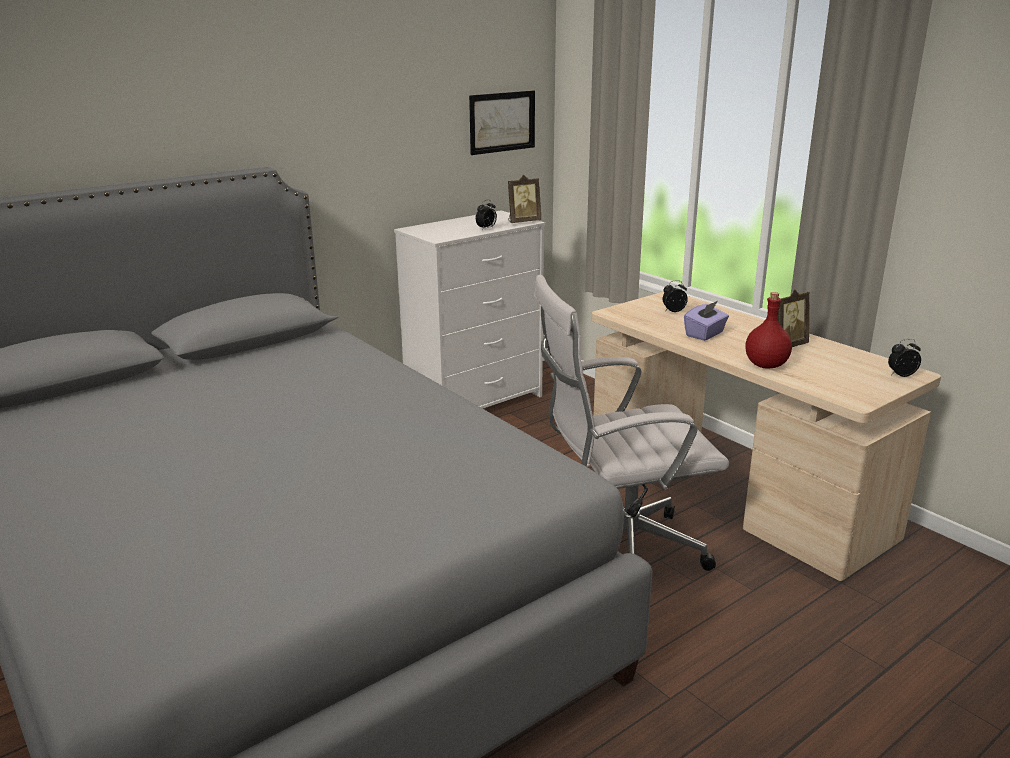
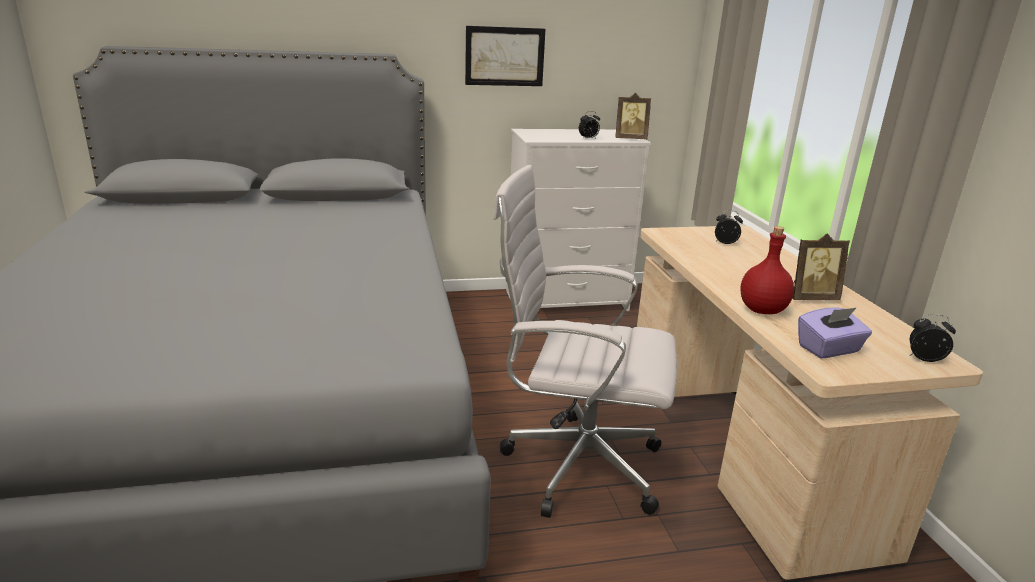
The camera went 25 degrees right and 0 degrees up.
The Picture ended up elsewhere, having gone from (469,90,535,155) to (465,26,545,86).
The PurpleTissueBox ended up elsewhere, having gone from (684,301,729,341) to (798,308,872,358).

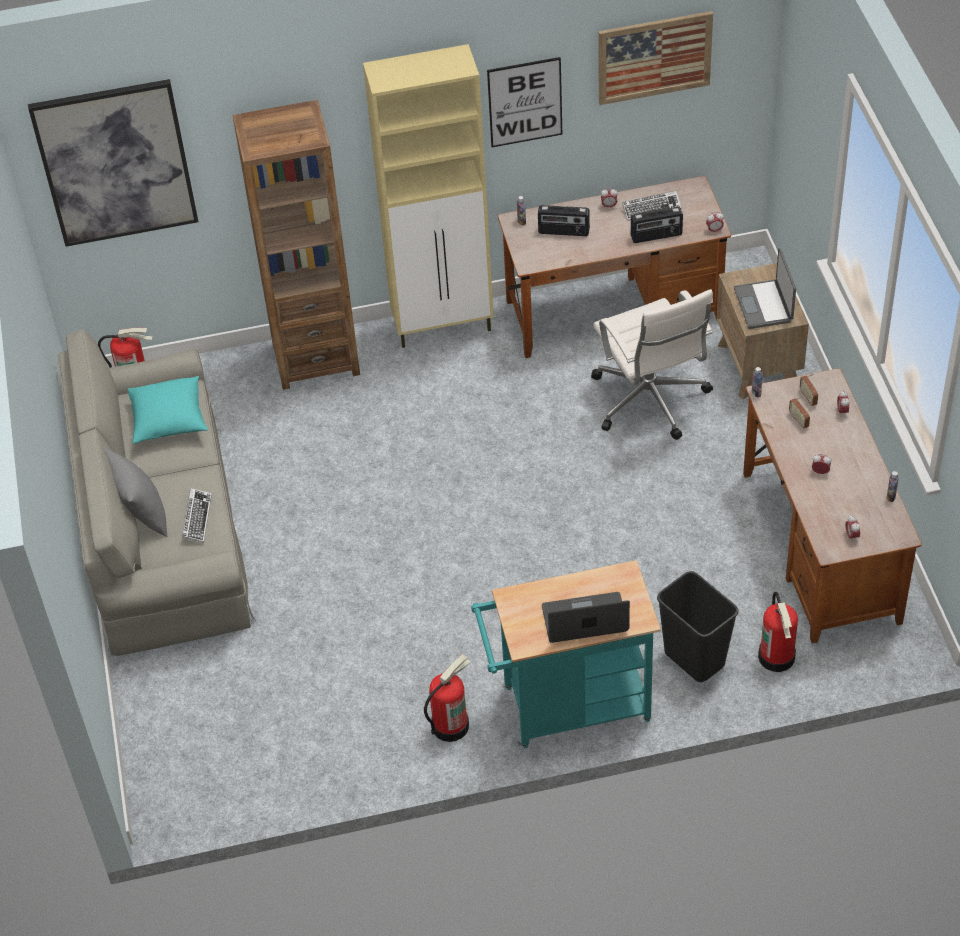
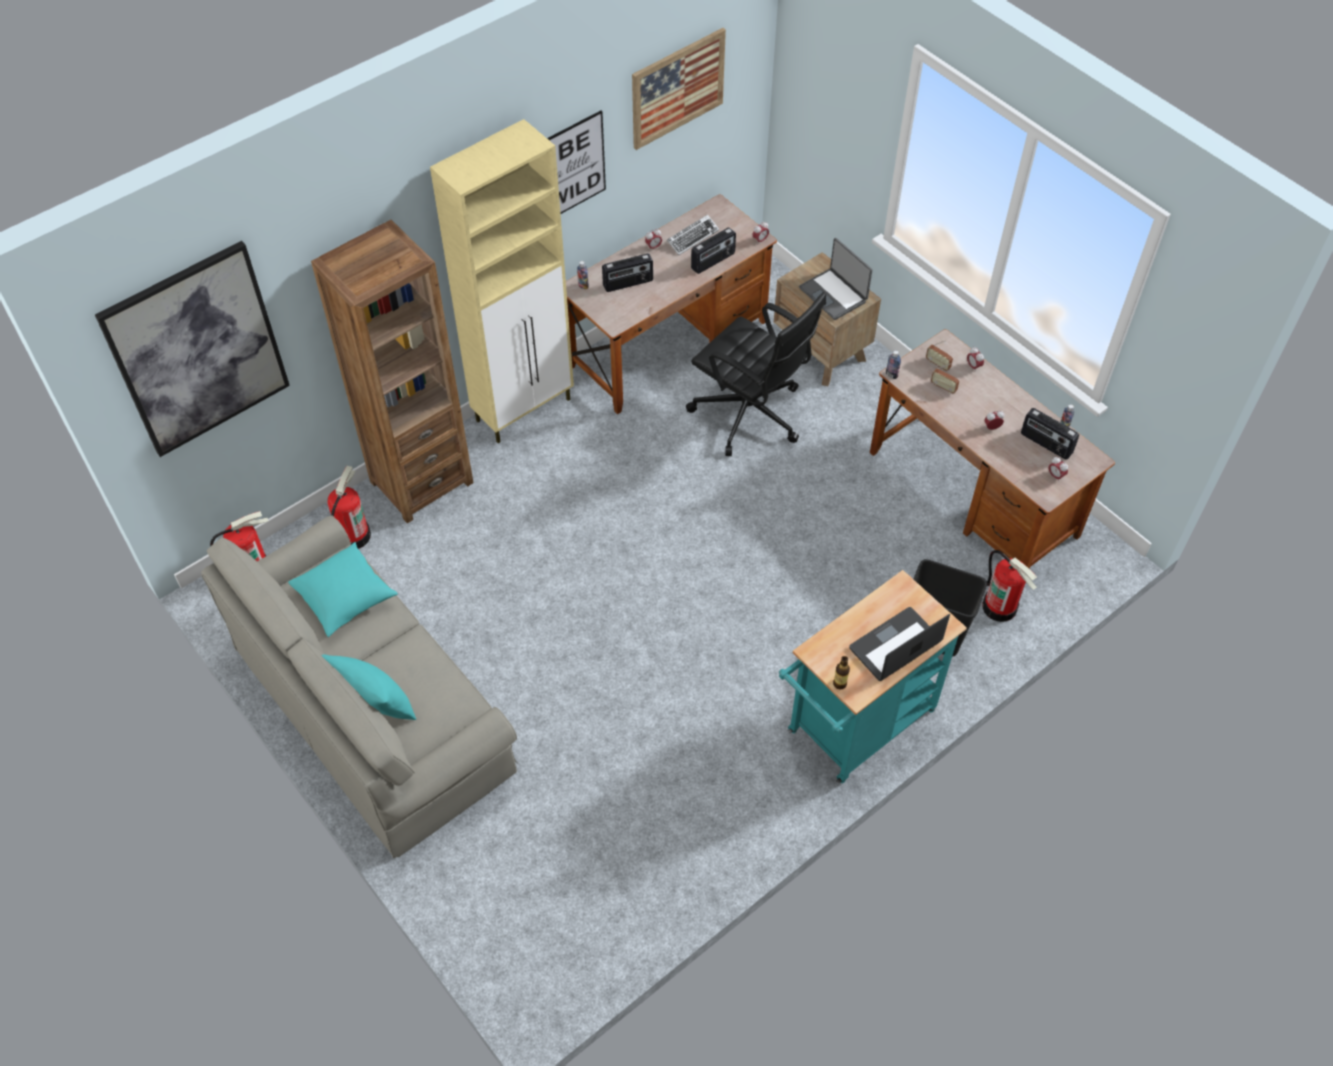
The camera went 30 degrees left and 5 degrees up.
What was the WhiteOfficeChair at (591,289,713,440) turned into the BlackOfficeChair at (686,292,826,456).
What was the GreyPillow at (104,447,167,537) turned into the TurquoisePillow at (322,654,416,720).
The second view lost the Keyboard at (182,488,212,543).
The FireExtinguisher ended up elsewhere, having gone from (424,654,470,742) to (327,466,371,549).
The second view gained the Radio at (1021,408,1079,460).
The second view gained the Bottle at (833,656,850,689).

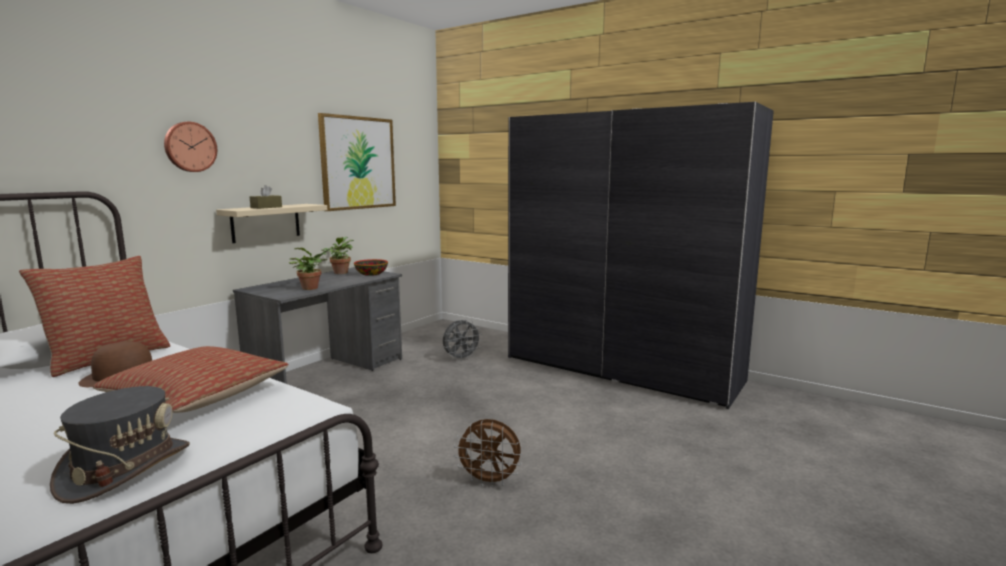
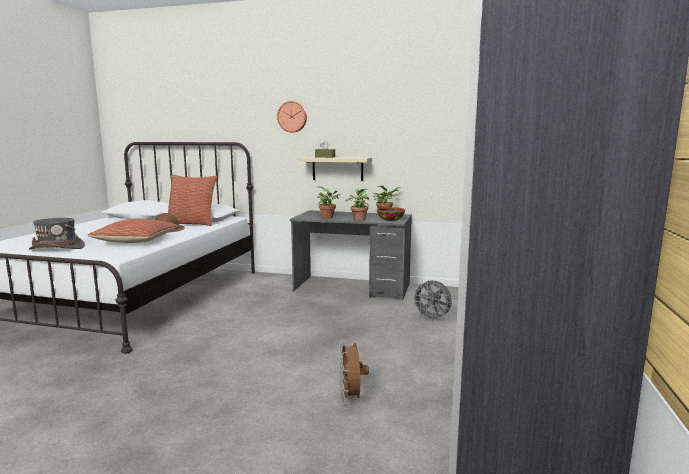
The camera went 70 degrees right and 0 degrees up.
The second view lost the Picture at (318,113,396,211).
The BrownFan ended up elsewhere, having gone from (454,419,522,487) to (338,340,369,403).
The second view gained the PottedPlant at (345,188,369,221).

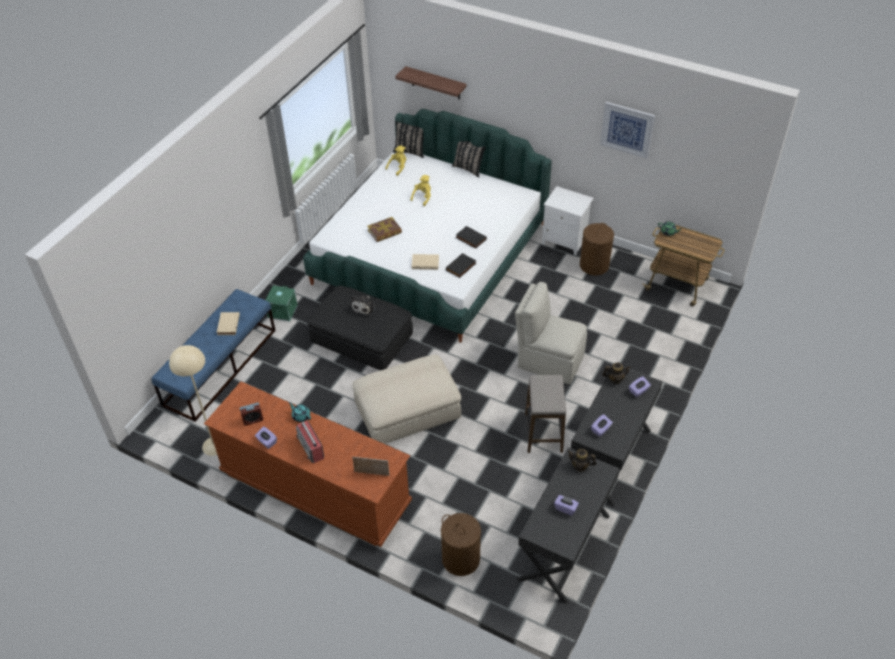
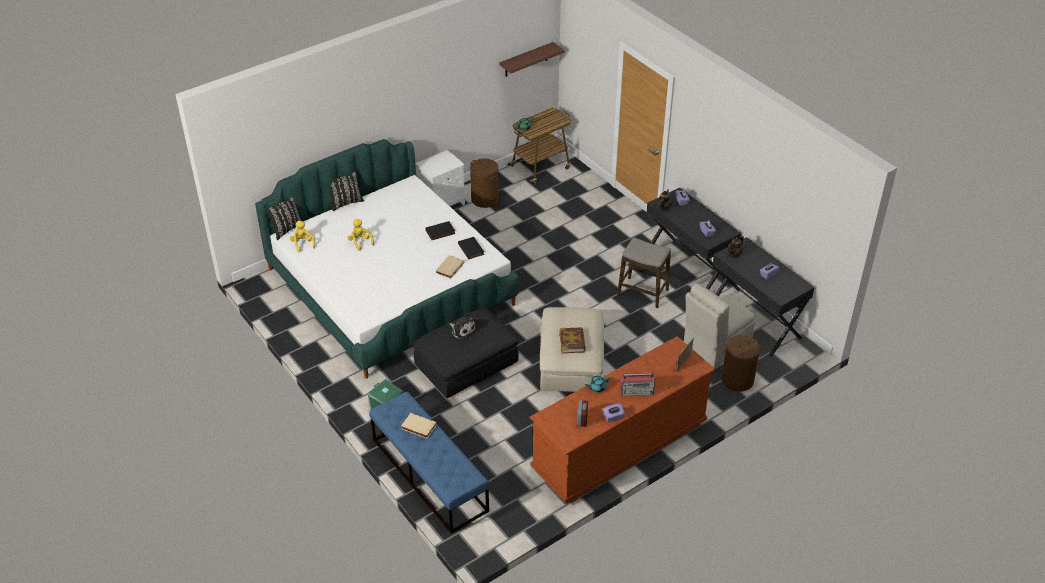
The camera went 65 degrees left and 5 degrees down.
The Shelf ended up elsewhere, having gone from (395,66,467,100) to (500,42,564,77).
The second view lost the Picture at (600,102,655,159).
The Book ended up elsewhere, having gone from (367,217,402,242) to (559,327,586,354).
The BeigeChair ended up elsewhere, having gone from (515,282,587,385) to (684,284,755,369).
The second view lost the BeigeFloorLamp at (169,345,217,456).

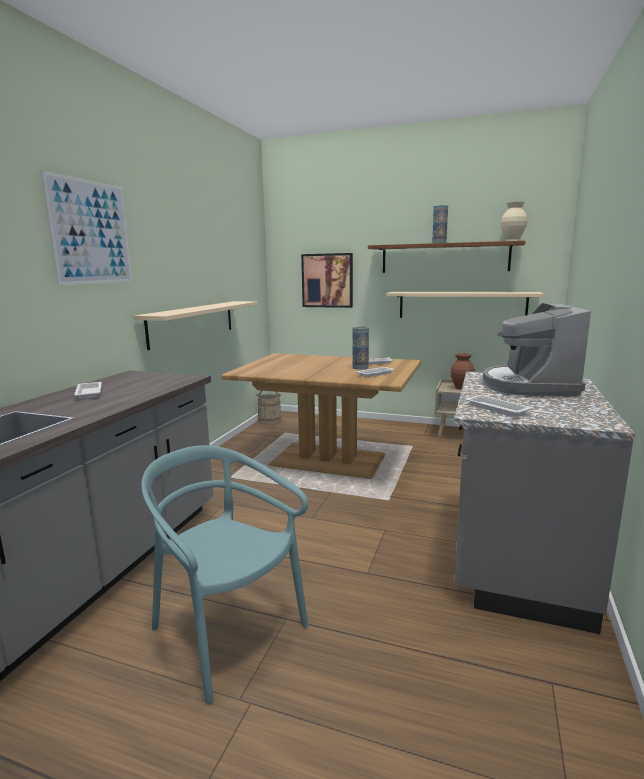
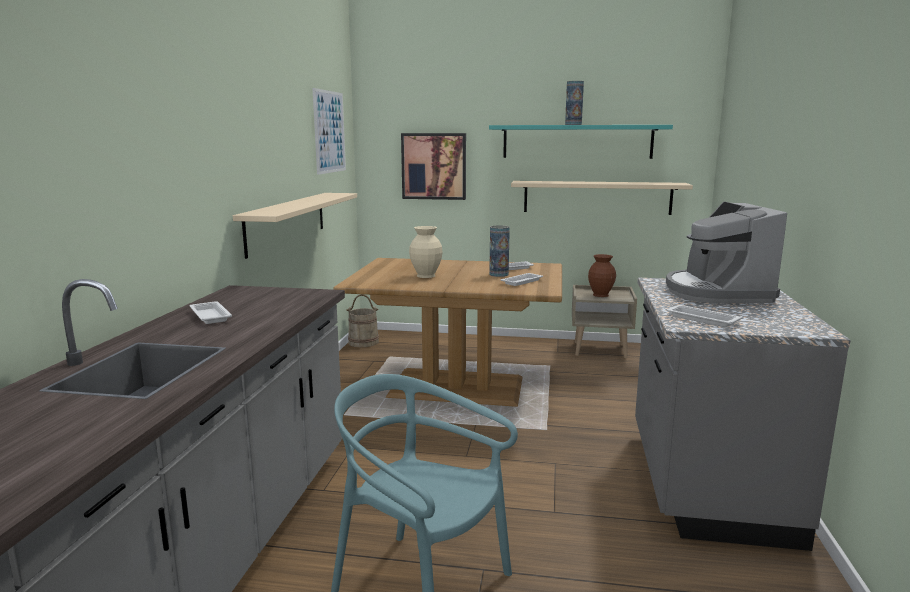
The camera went 10 degrees left and 0 degrees up.
The Picture ended up elsewhere, having gone from (40,170,133,286) to (312,88,346,175).
The BeigeVase ended up elsewhere, having gone from (501,202,527,241) to (409,226,443,278).
What was the BrownShelf at (368,240,525,273) turned into the TurquoiseShelf at (489,125,673,159).

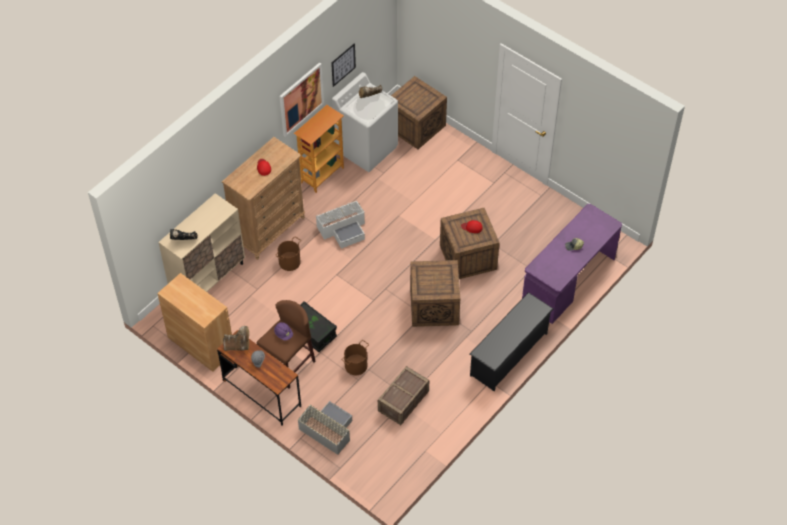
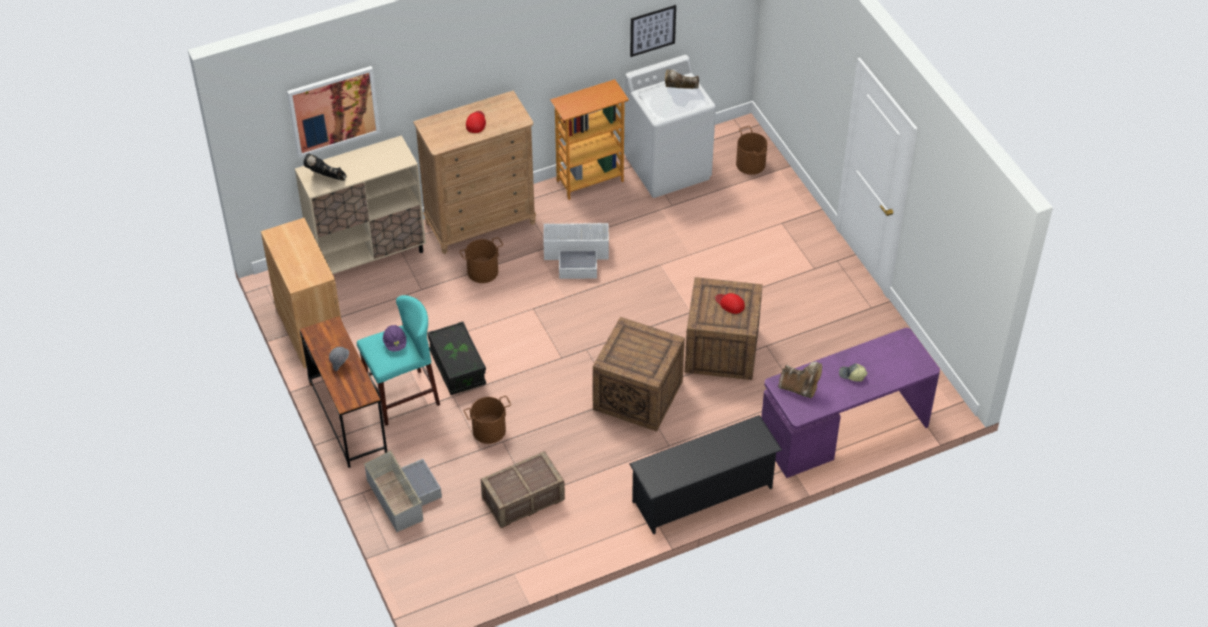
The camera went 25 degrees right and 5 degrees down.
The Picture ended up elsewhere, having gone from (279,62,324,137) to (287,66,380,158).
Where the Crate stood at (391,76,447,149), the BrownBucket came to stand at (736,126,767,175).
What was the BrownStool at (257,300,316,388) turned into the TurquoiseStool at (357,295,440,426).
The BrownBoot ended up elsewhere, having gone from (223,326,249,351) to (778,362,822,398).

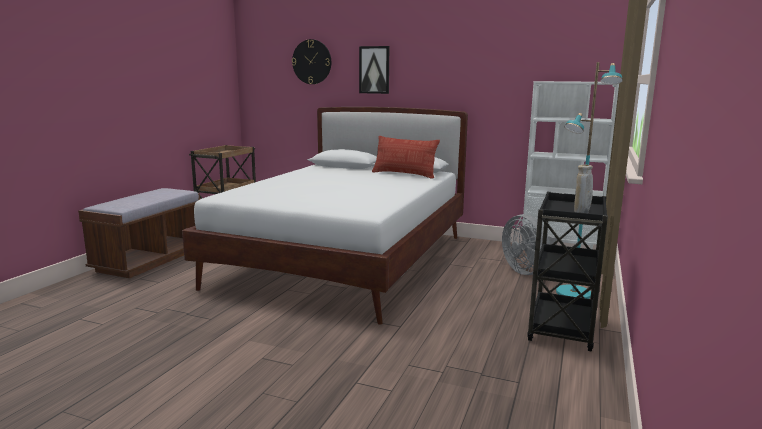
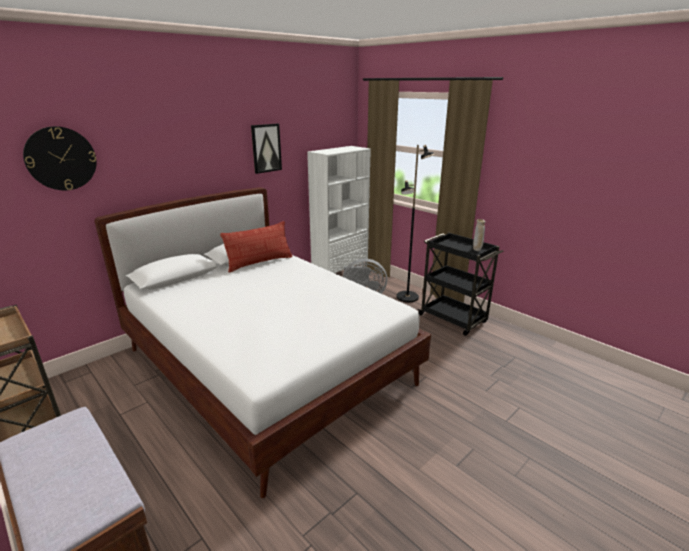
The camera went 65 degrees left and 10 degrees up.
The Picture ended up elsewhere, having gone from (359,46,389,94) to (251,123,282,174).
What was the TurquoiseFloorLamp at (556,62,623,299) turned into the BlackFloorLamp at (396,145,434,302).

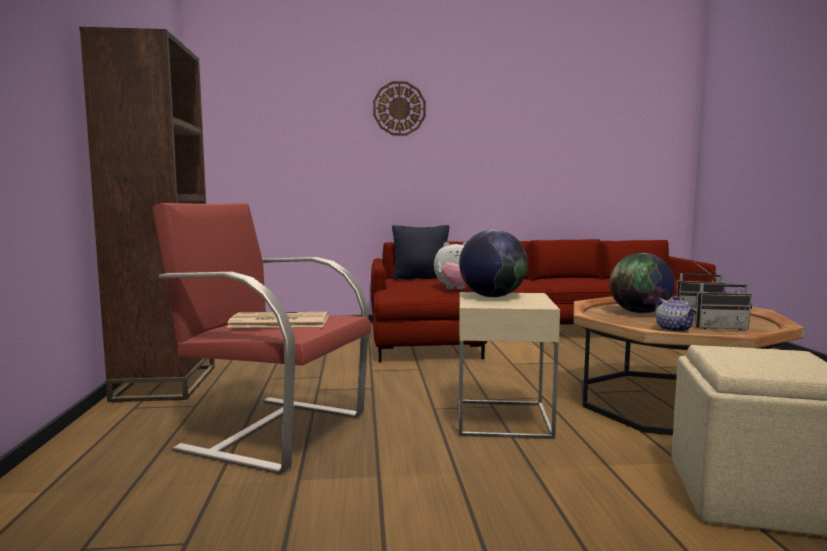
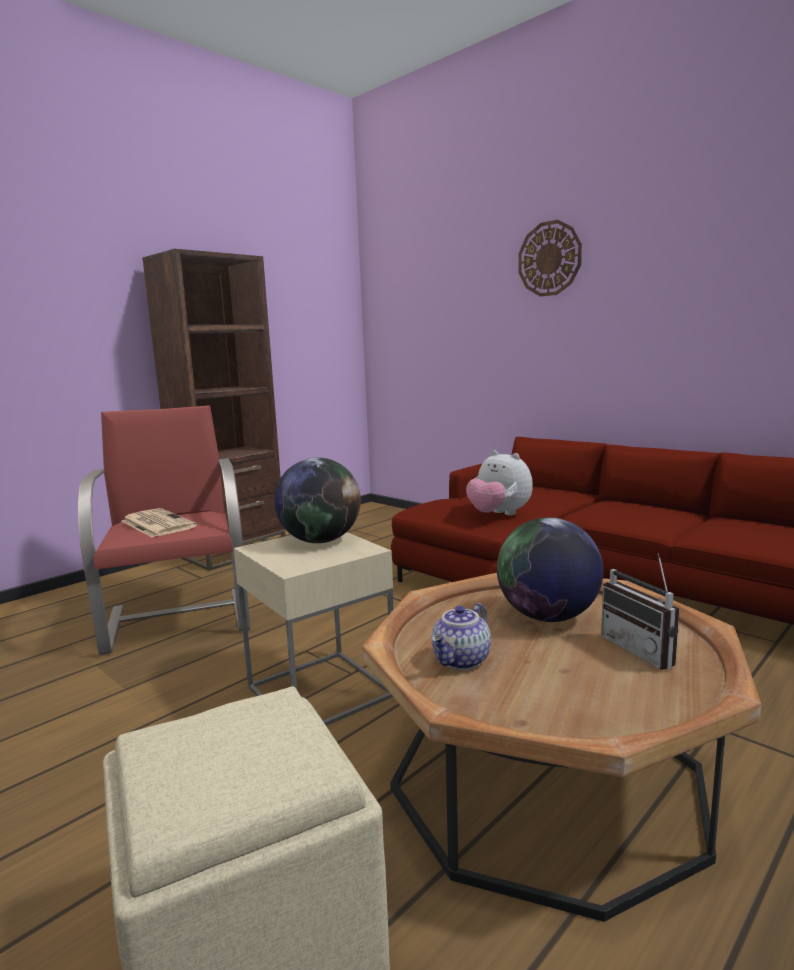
The camera went 50 degrees right and 5 degrees up.
The second view lost the BlackPillow at (392,225,449,280).
The second view lost the Radio at (695,270,752,330).

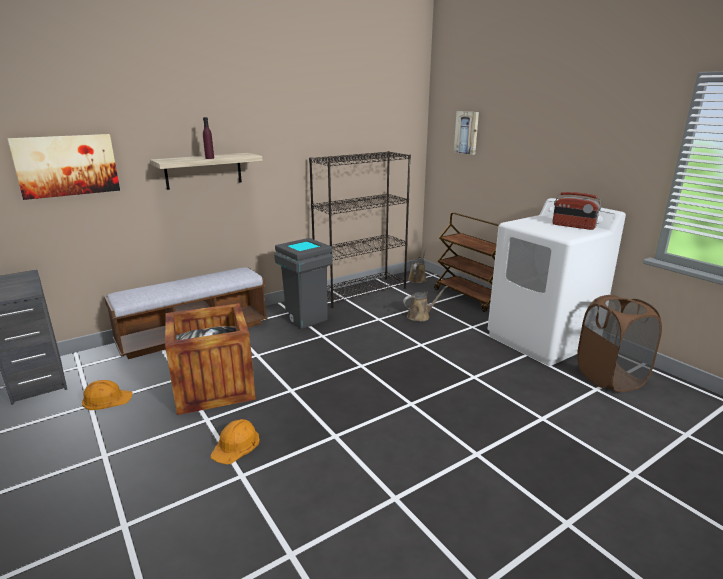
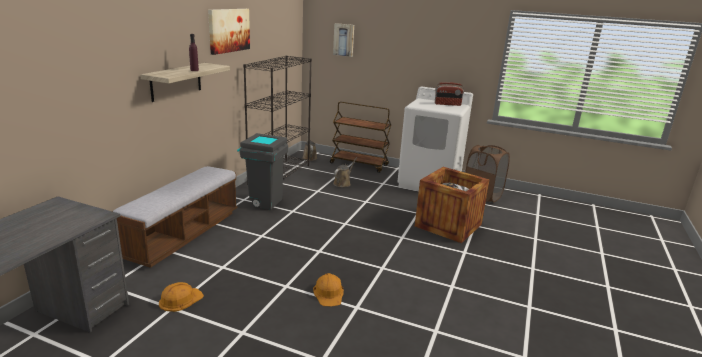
The camera went 35 degrees left and 0 degrees up.
The Picture ended up elsewhere, having gone from (7,134,120,200) to (208,9,250,55).
The Crate ended up elsewhere, having gone from (165,303,256,415) to (415,167,490,243).

